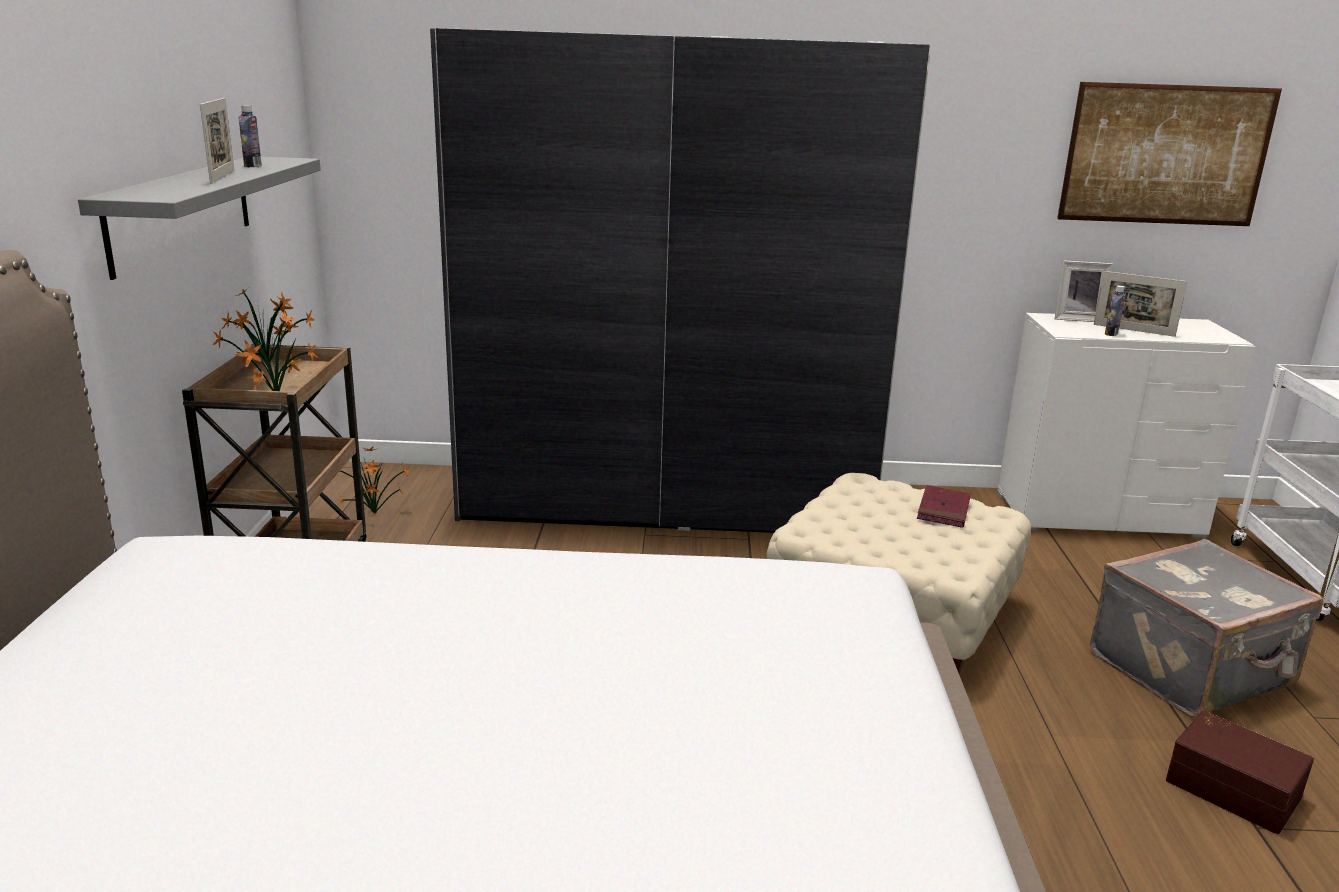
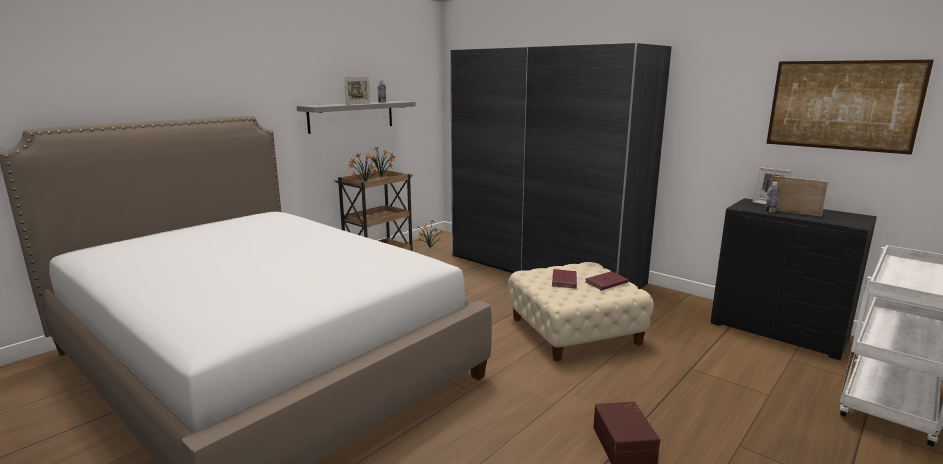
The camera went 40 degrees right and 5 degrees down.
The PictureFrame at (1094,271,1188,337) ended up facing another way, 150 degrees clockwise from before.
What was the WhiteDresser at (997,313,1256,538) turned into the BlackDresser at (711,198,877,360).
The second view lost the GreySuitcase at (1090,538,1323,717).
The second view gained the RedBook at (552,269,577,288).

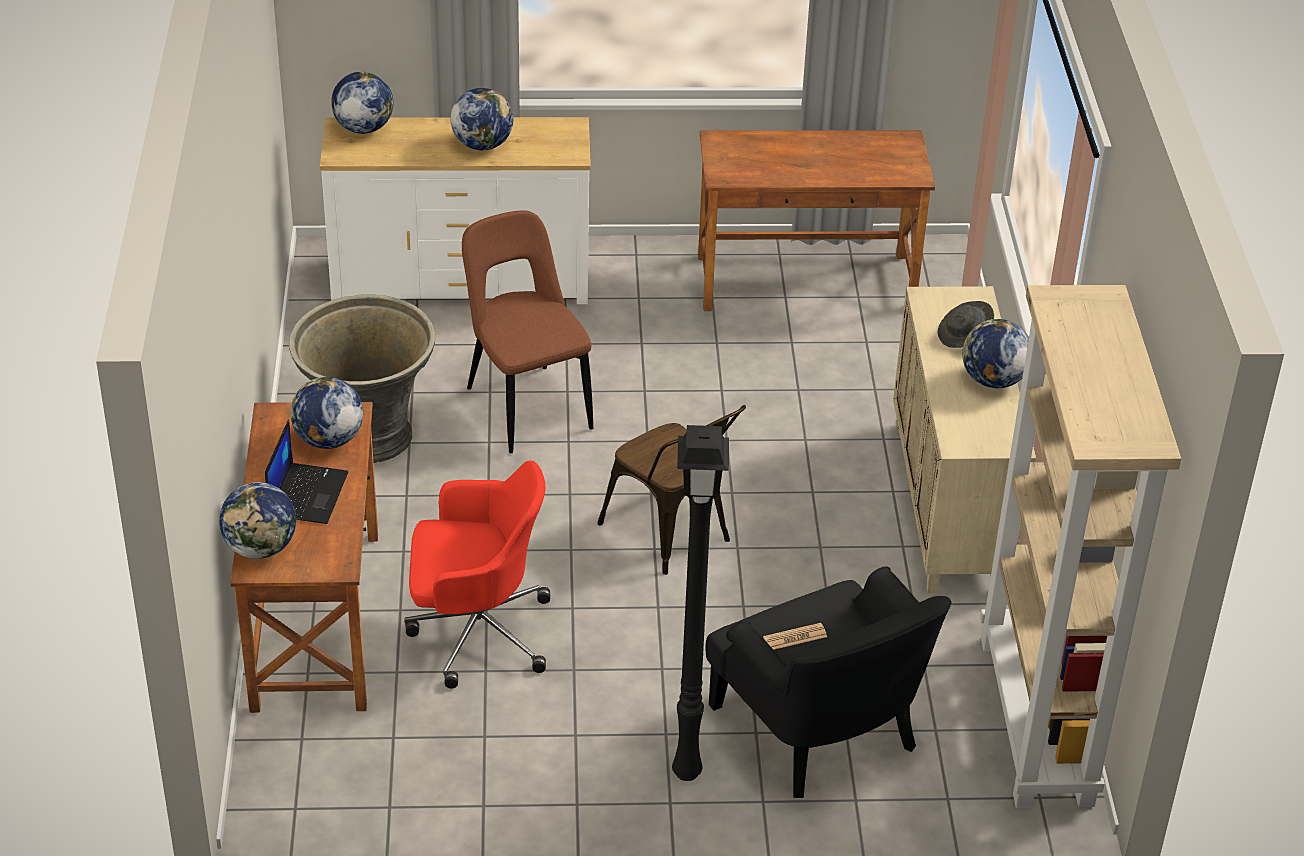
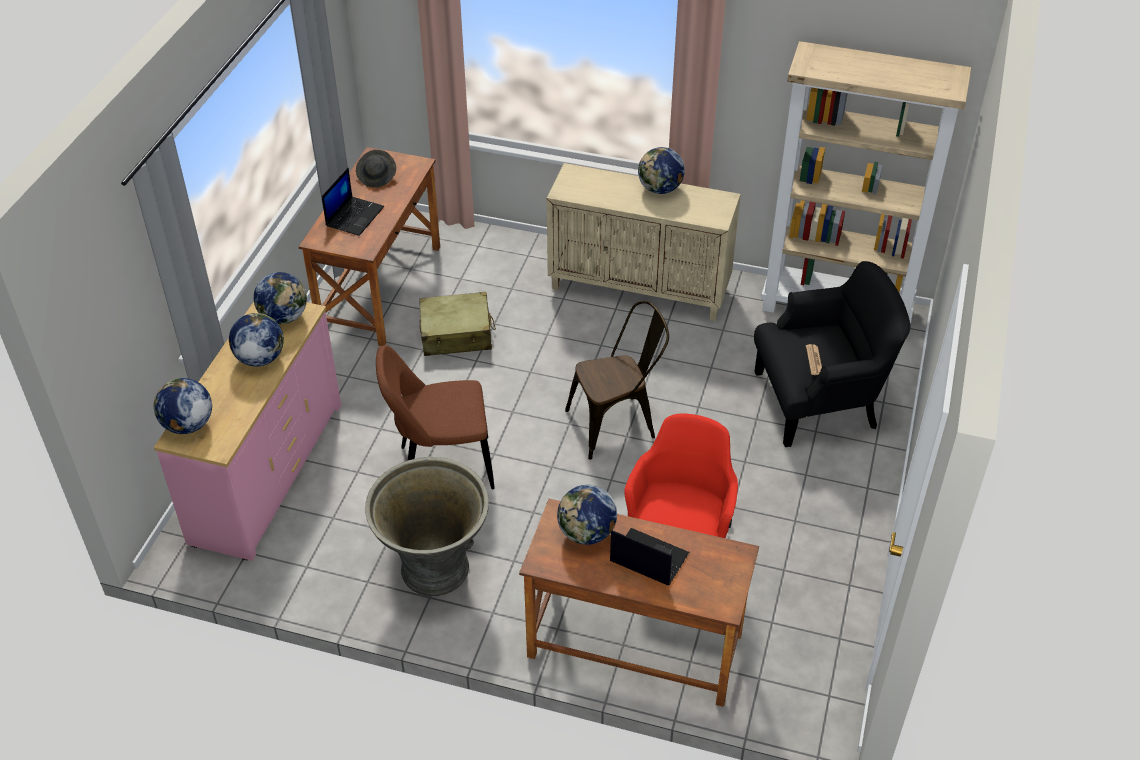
The camera went 70 degrees left and 5 degrees up.
What was the WhiteDresser at (320,117,591,304) turned into the PinkDresser at (154,302,341,561).
The GreyHat ended up elsewhere, having gone from (938,301,994,348) to (356,150,396,188).
The second view lost the BlackFloorLamp at (672,425,729,781).
The Globe ended up elsewhere, having gone from (219,482,296,559) to (253,272,307,324).
The second view gained the Laptop at (322,167,384,236).
The second view gained the BeigeSuitcase at (419,292,496,356).

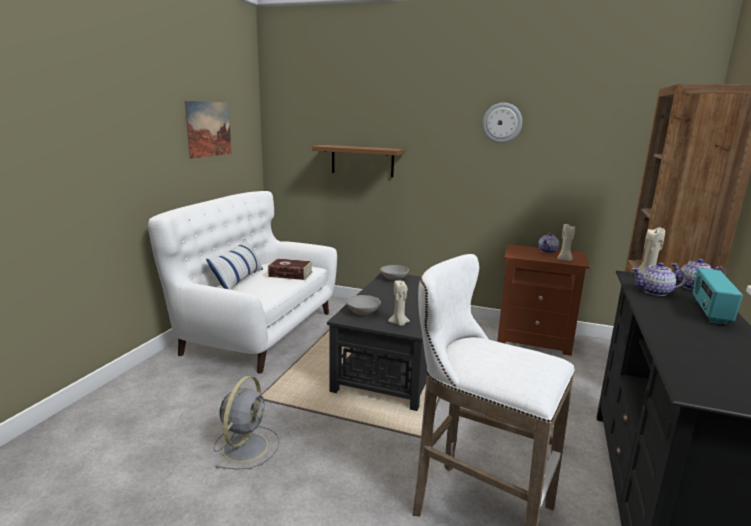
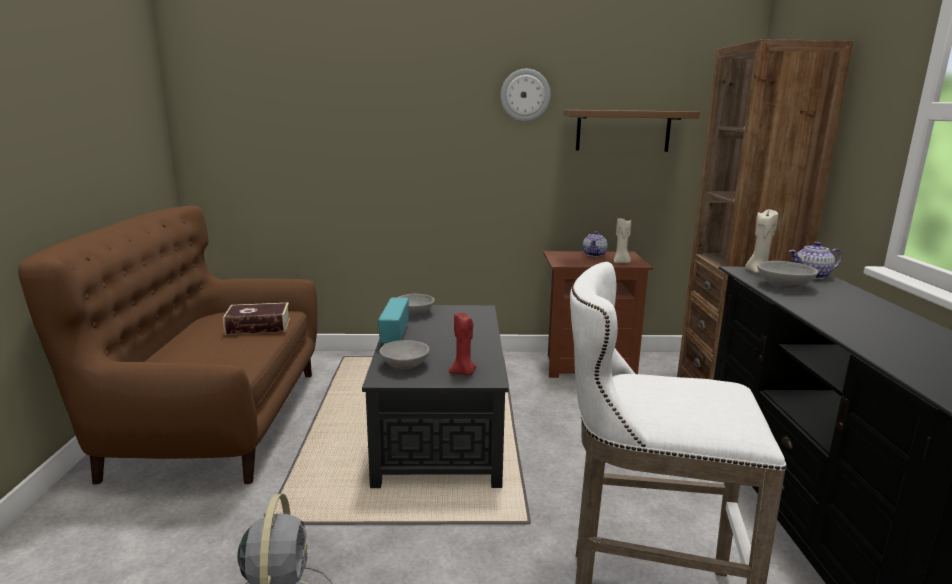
The camera went 20 degrees left and 0 degrees up.
The second view lost the Picture at (185,101,232,159).
The BrownShelf ended up elsewhere, having gone from (312,145,405,177) to (563,110,700,152).
What was the WhiteSofa at (148,191,337,374) turned into the BrownSofa at (18,206,317,485).
The second view lost the Pillow at (206,239,263,290).
Where the Teapot stood at (632,262,686,296), the GreyBowl came to stand at (757,261,819,289).
The Radio ended up elsewhere, having gone from (692,268,743,325) to (378,297,409,345).
What was the BeigeCandle at (388,280,410,326) turned into the RedCandle at (449,313,477,376).

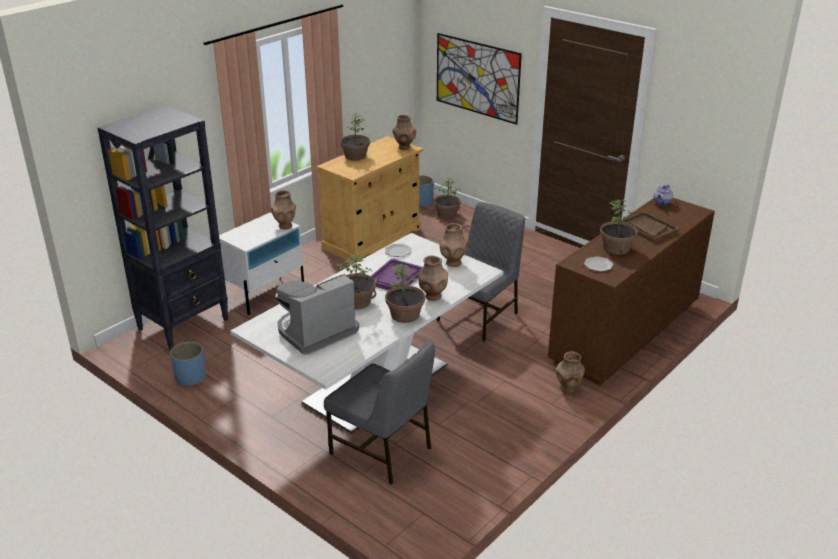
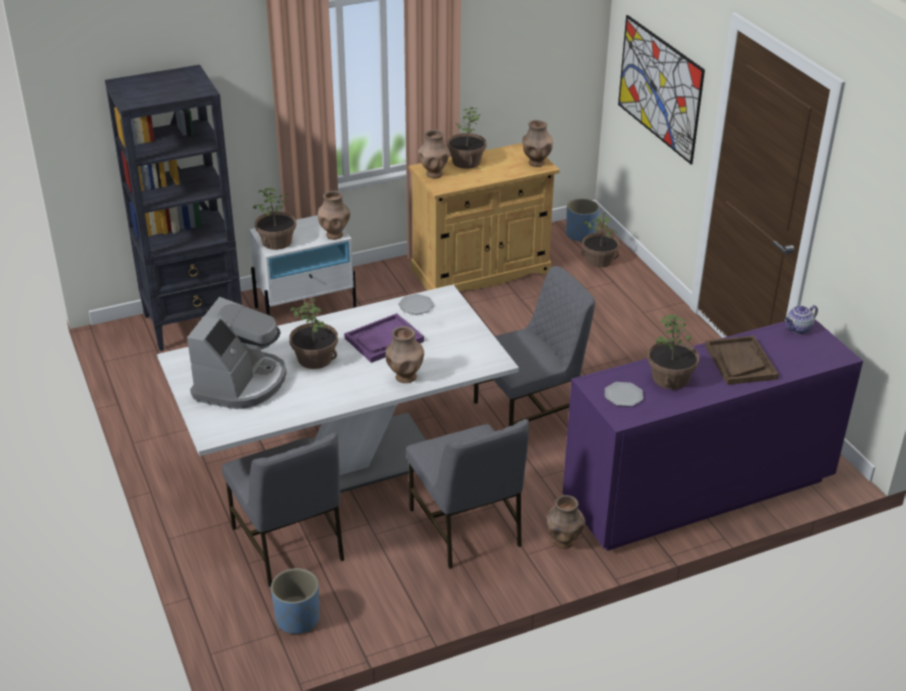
The camera went 25 degrees right and 5 degrees up.
What was the BrownDresser at (548,198,715,385) turned into the PurpleDresser at (563,319,863,551).
The BrownVase ended up elsewhere, having gone from (439,223,468,267) to (418,130,449,178).
The PottedPlant ended up elsewhere, having gone from (385,264,425,323) to (253,188,296,250).
The CoffeeMachine at (276,274,359,355) ended up facing another way, 120 degrees clockwise from before.
The BluePlanter ended up elsewhere, having gone from (170,342,206,386) to (271,568,319,634).
The second view gained the GreyChair at (406,419,529,569).

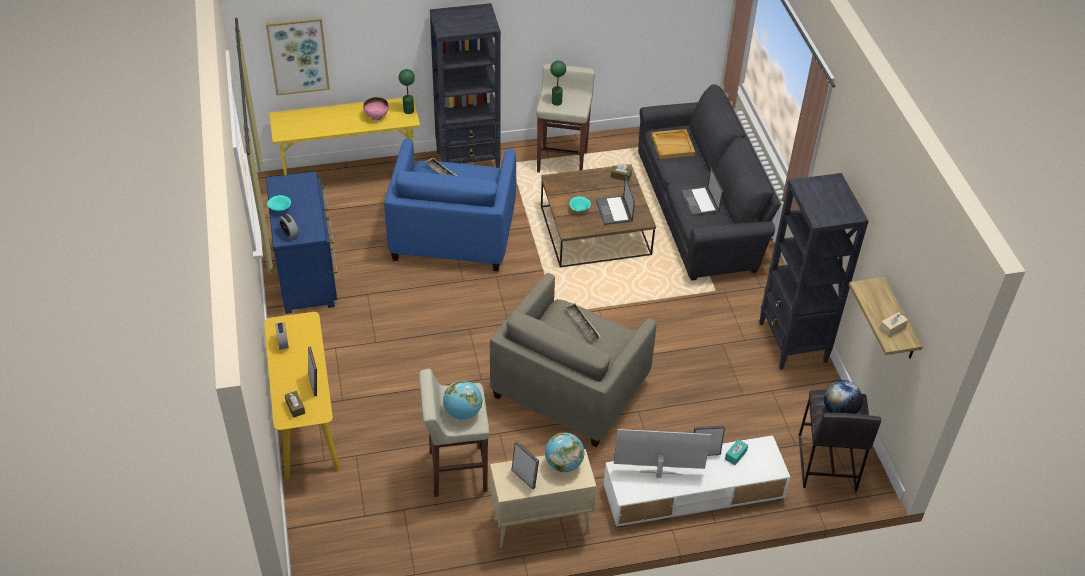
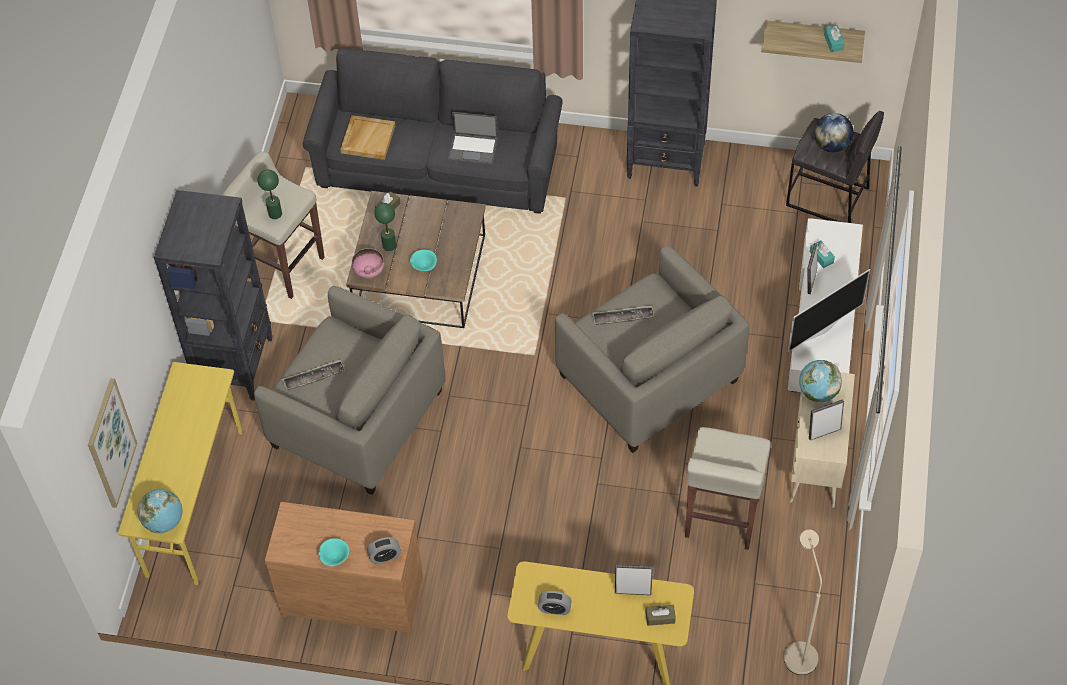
The camera went 65 degrees left and 10 degrees up.
The GreenTableLamp ended up elsewhere, having gone from (399,69,415,114) to (374,203,396,251).
The PinkBowl ended up elsewhere, having gone from (363,97,389,120) to (352,248,384,279).
What was the BlueArmchair at (384,139,516,271) turned into the BeigeArmchair at (254,286,445,495).
What was the BlueDresser at (266,171,338,314) turned into the BrownDresser at (265,502,423,635).
The second view lost the Laptop at (596,176,635,225).
What was the BeigeTissueBox at (880,312,908,336) turned into the TurquoiseTissueBox at (824,25,845,52).
The Globe ended up elsewhere, having gone from (443,380,482,420) to (137,489,182,533).
The Television at (614,429,711,478) ended up facing another way, 150 degrees counterclockwise from before.
The second view gained the BeigeFloorLamp at (784,529,822,675).

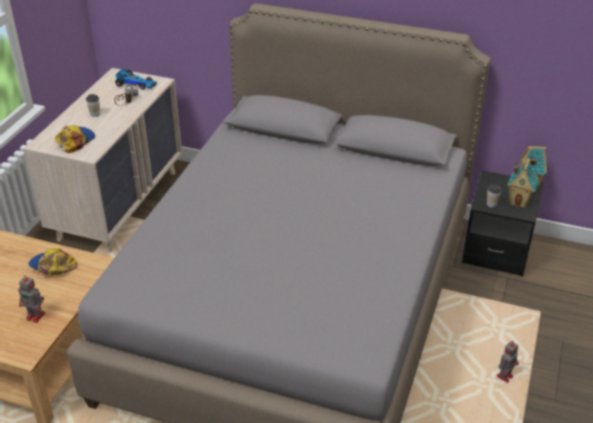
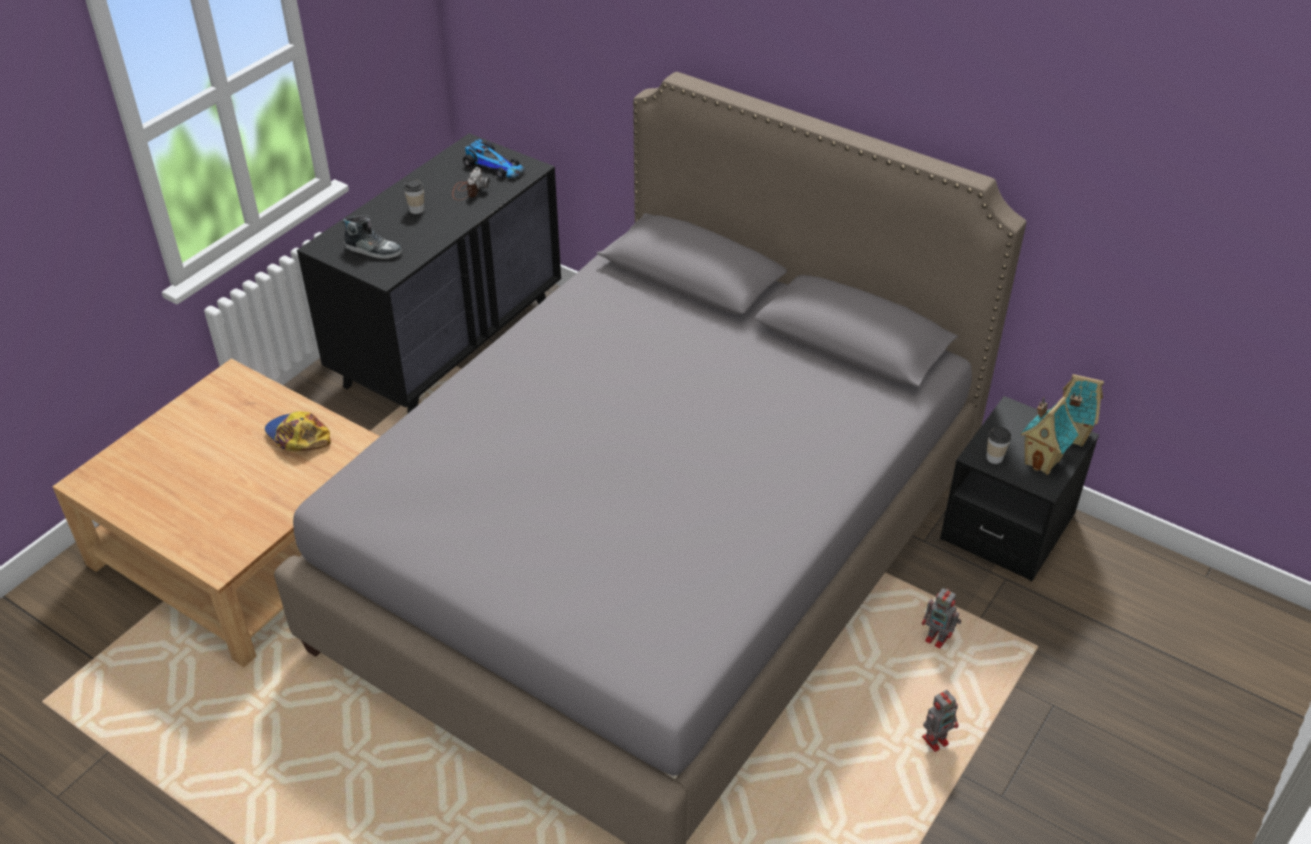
The camera went 15 degrees right and 5 degrees up.
What was the BeigeDresser at (23,68,182,253) turned into the BlackDresser at (297,133,561,414).
Where the Cap stood at (55,125,95,153), the Shoe came to stand at (342,215,402,259).
The ToyRobot ended up elsewhere, having gone from (18,277,45,323) to (922,588,962,649).

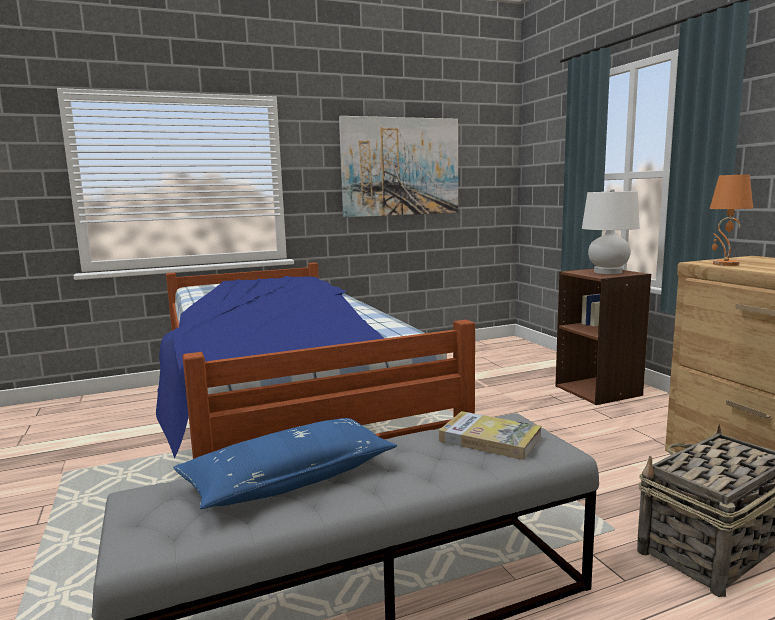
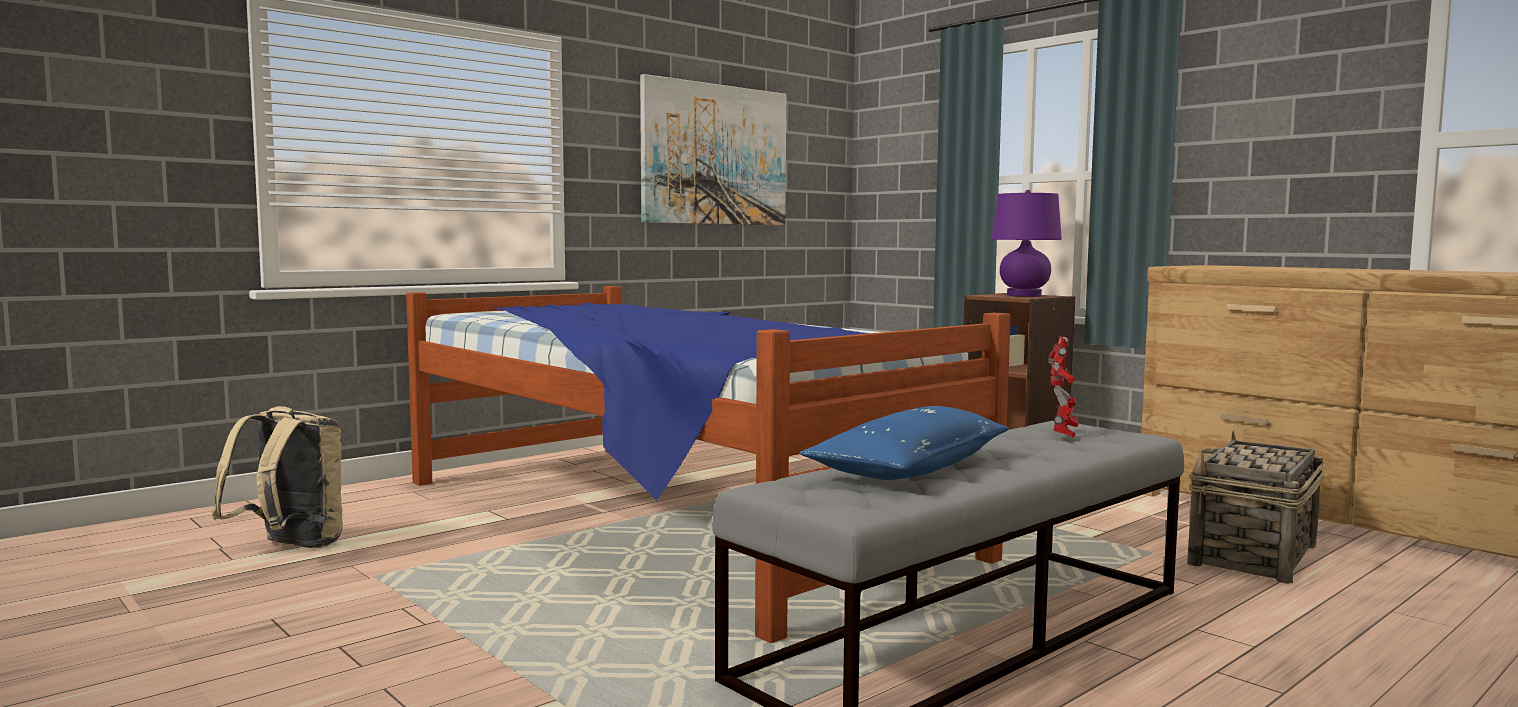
The camera went 20 degrees left and 5 degrees down.
The second view lost the OrangeTableLamp at (710,174,753,266).
What was the WhiteTableLamp at (582,188,640,274) turned into the PurpleTableLamp at (991,190,1062,297).
Where the Book stood at (439,411,541,460), the ToyRobot came to stand at (1048,336,1079,438).
The second view gained the BeigeBackpack at (211,406,343,548).

